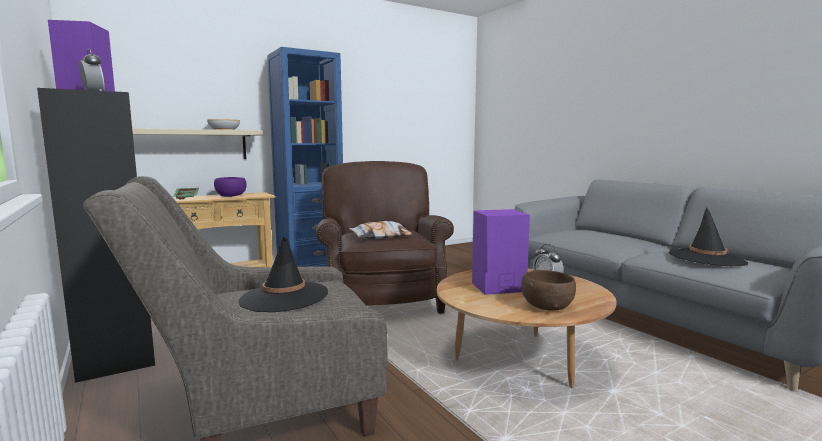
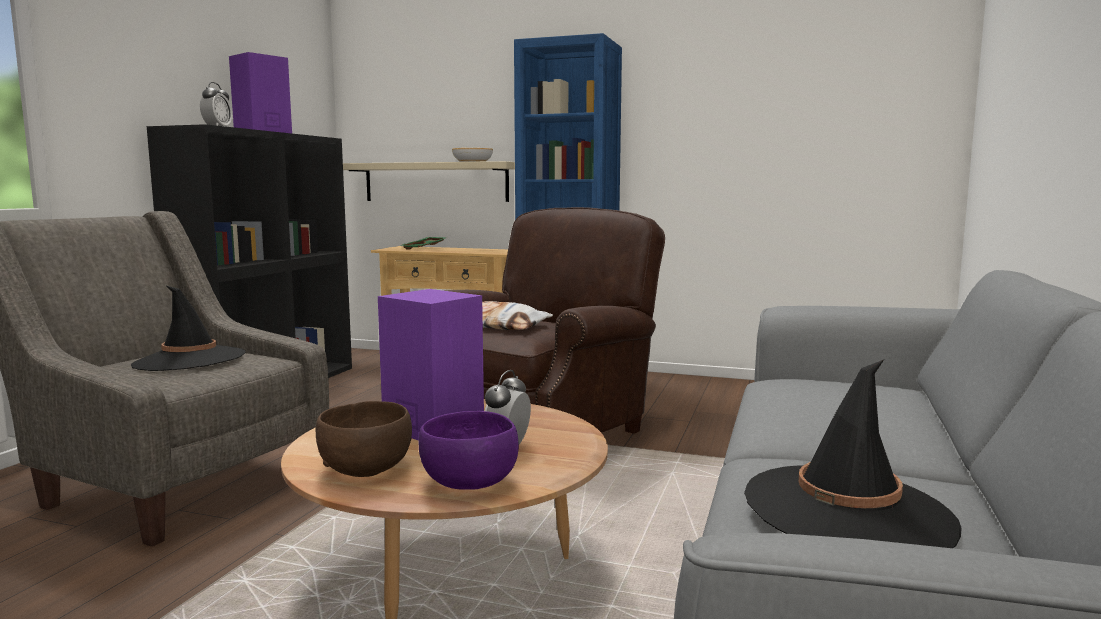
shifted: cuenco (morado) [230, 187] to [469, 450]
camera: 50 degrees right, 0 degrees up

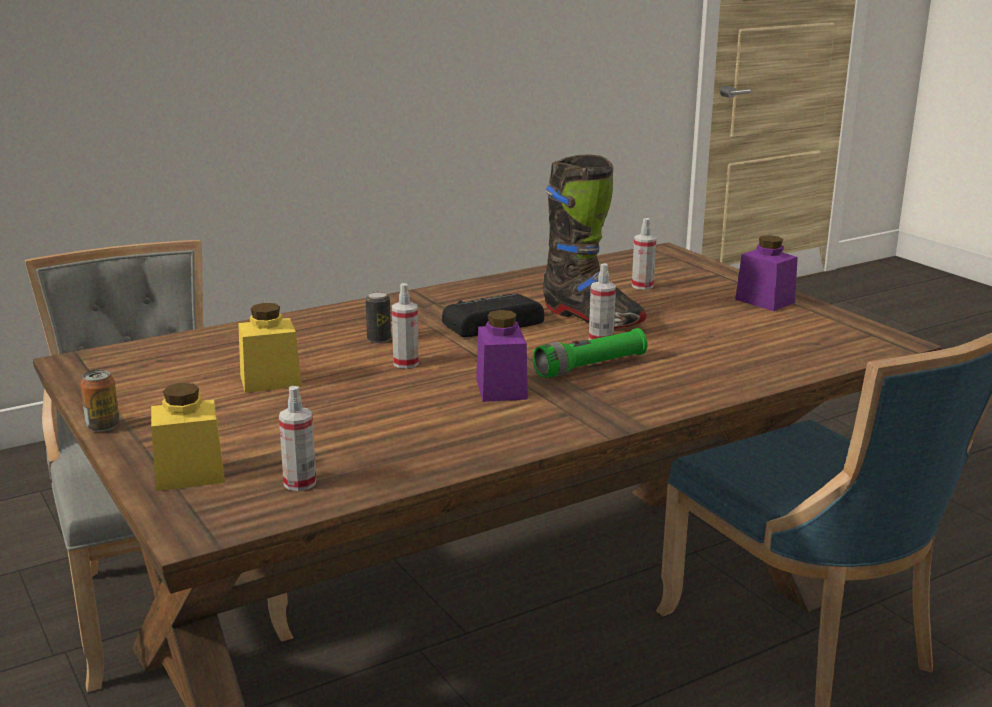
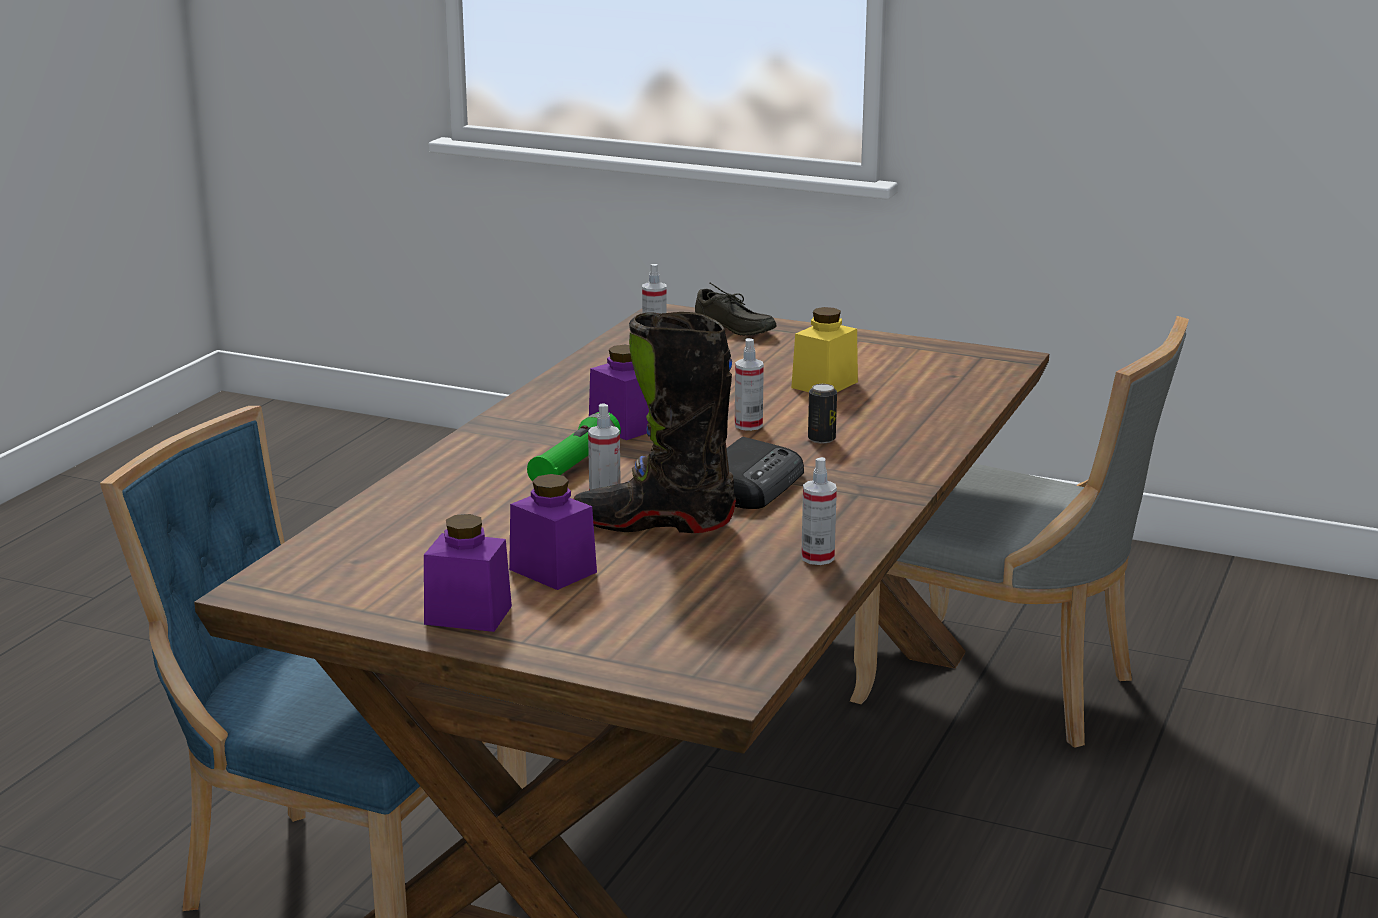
gone: lata [99, 401]
new: tarro (morado) [553, 532]
shifted: pulverizador [644, 254] to [819, 511]
swapped: tarro (amarillo) [188, 437] to zapato (gris) [736, 309]
camera: 145 degrees right, 0 degrees up

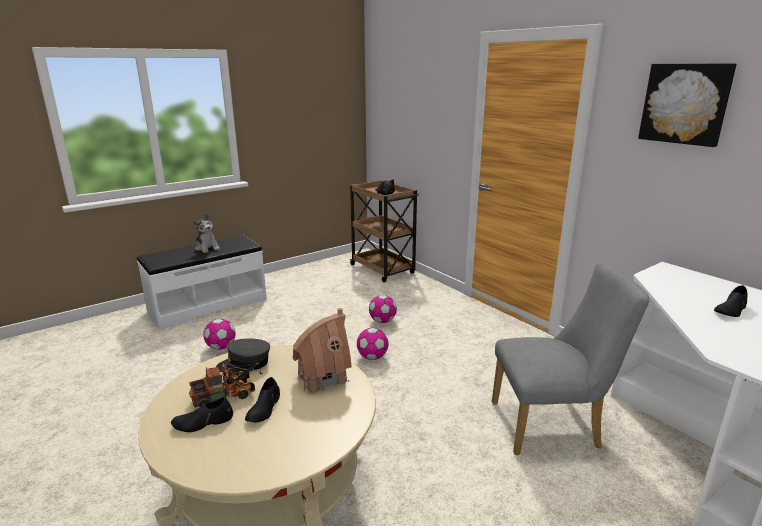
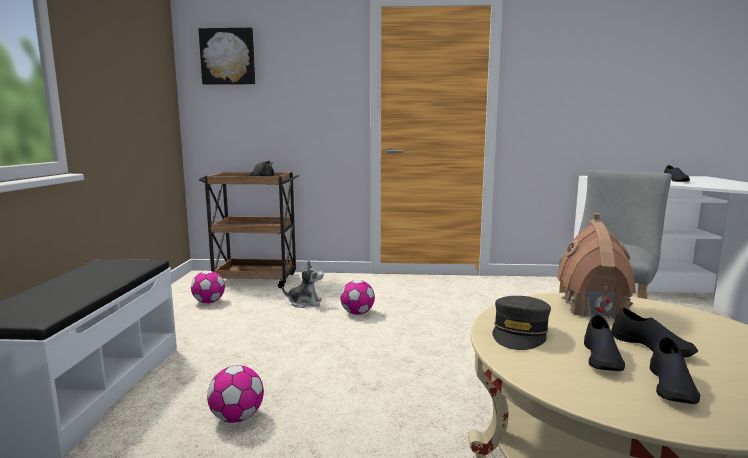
shifted: cuadro [687, 105] to [226, 56]; peluche [206, 233] to [302, 284]; balón de fútbol [372, 344] to [208, 287]
swapped: camión de juguete [225, 384] to zapato (negro) [604, 342]
camera: 50 degrees left, 10 degrees down

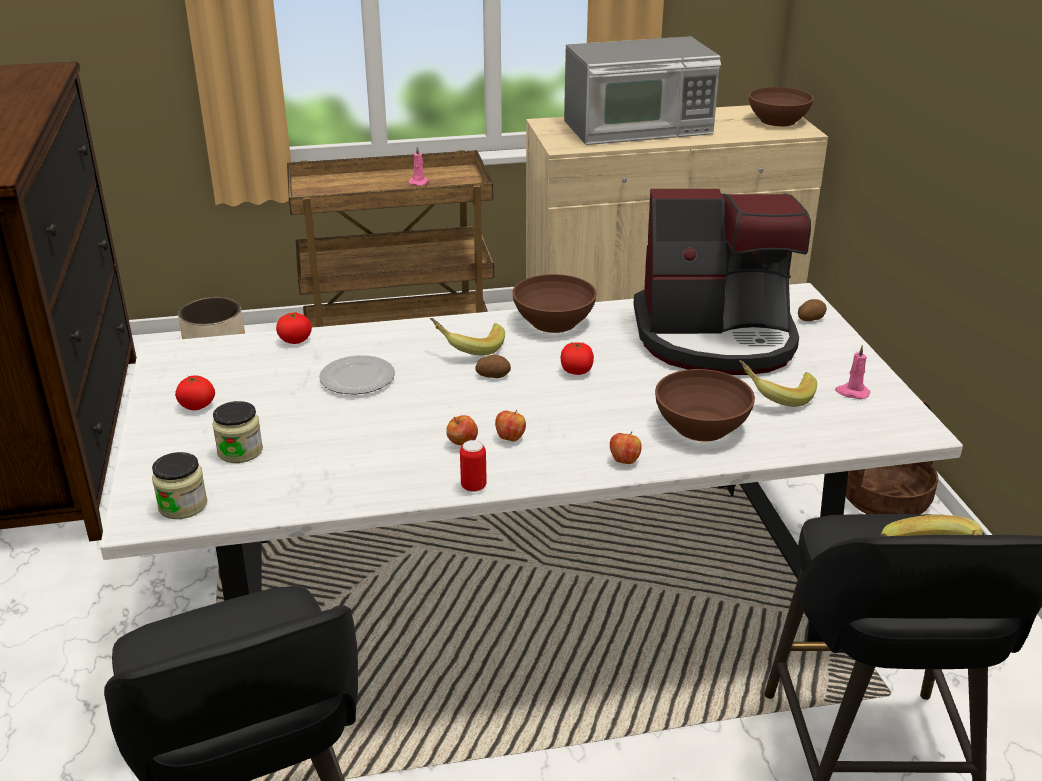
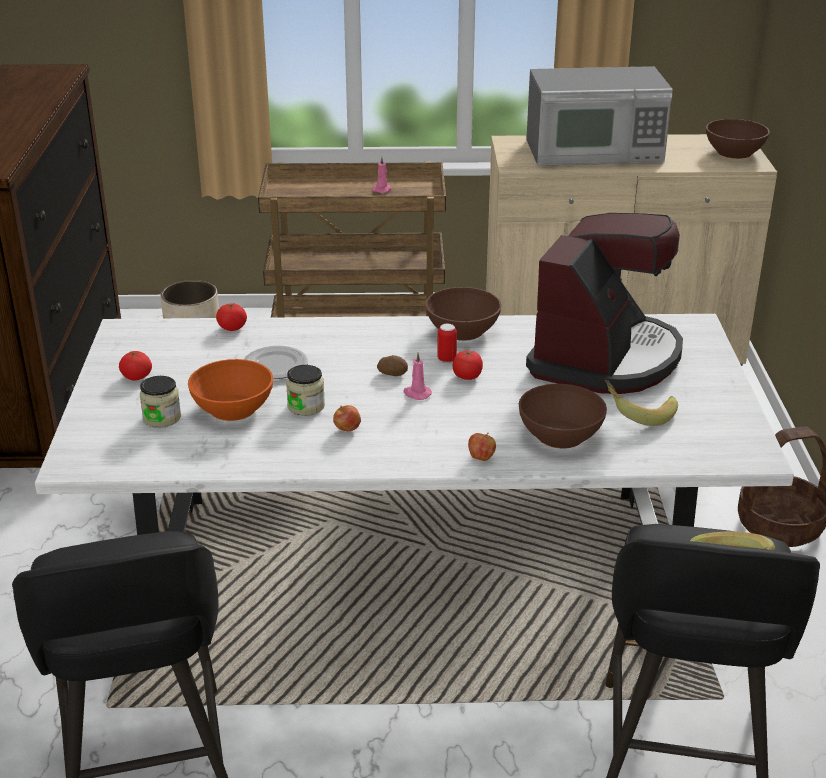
gone: patata [812, 310]; plátano [467, 336]; manzana [510, 425]
new: cuenco (naranja) [230, 390]
shifted: vela (rosa) [852, 372] to [417, 376]; lata [473, 466] to [447, 343]; tarro [180, 485] to [305, 390]
rotated: cafetera [722, 282] = [604, 303] 75 degrees counterclockwise
camera: 10 degrees right, 0 degrees up

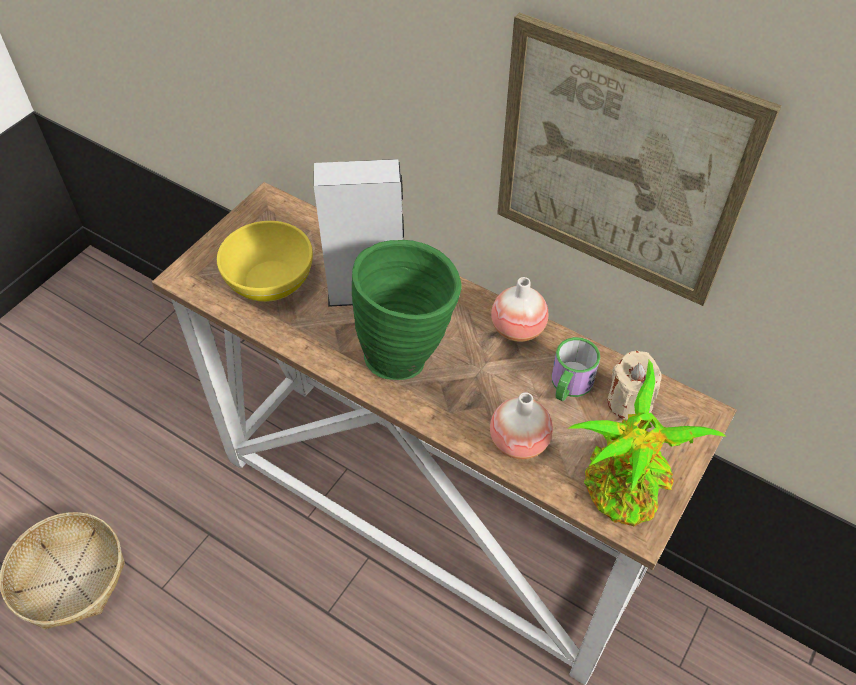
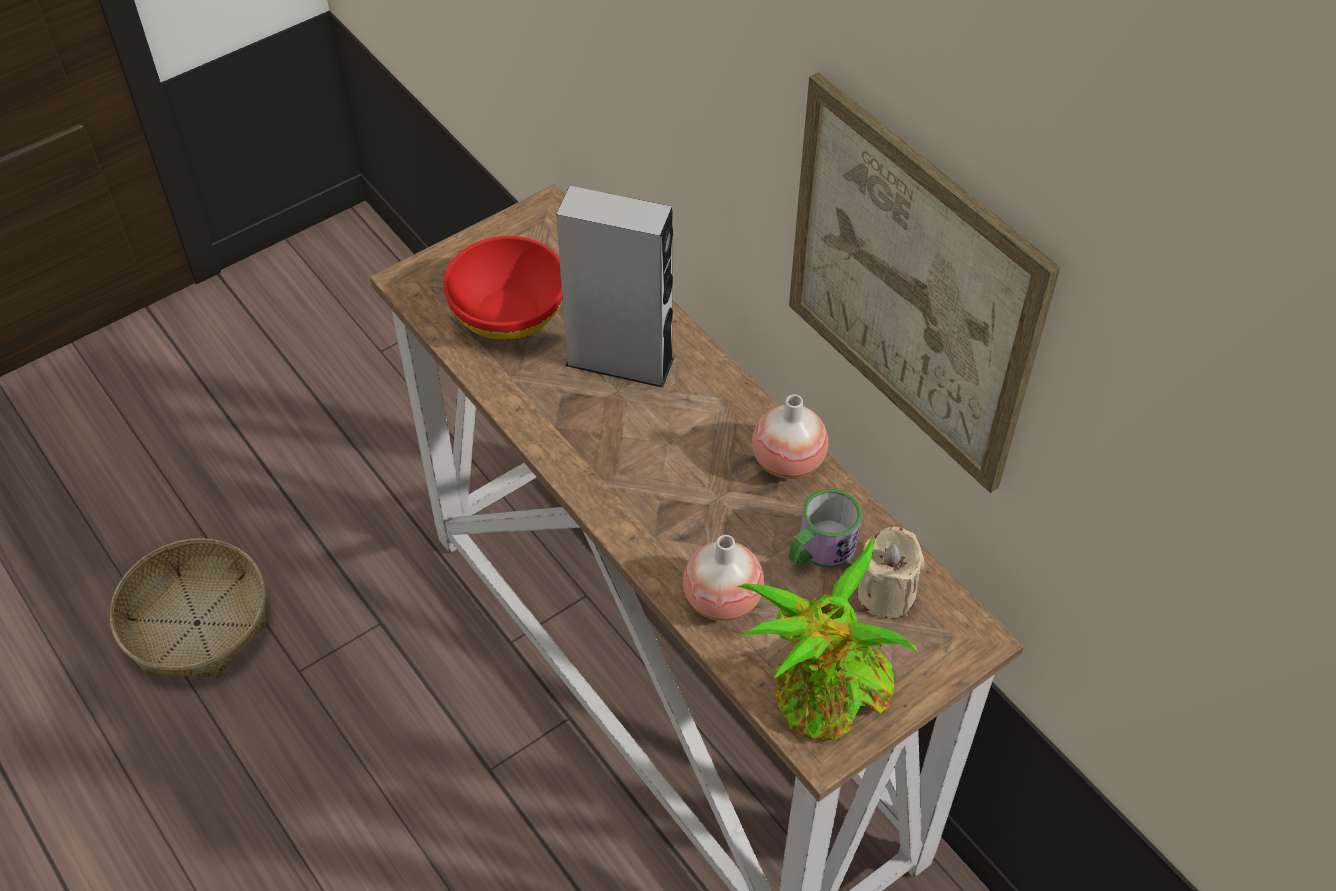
gone: florero (verde) [407, 310]
repainted: cuenco (amarillo) [265, 261] to cuenco (rojo) [503, 288]
camera: 20 degrees right, 0 degrees up

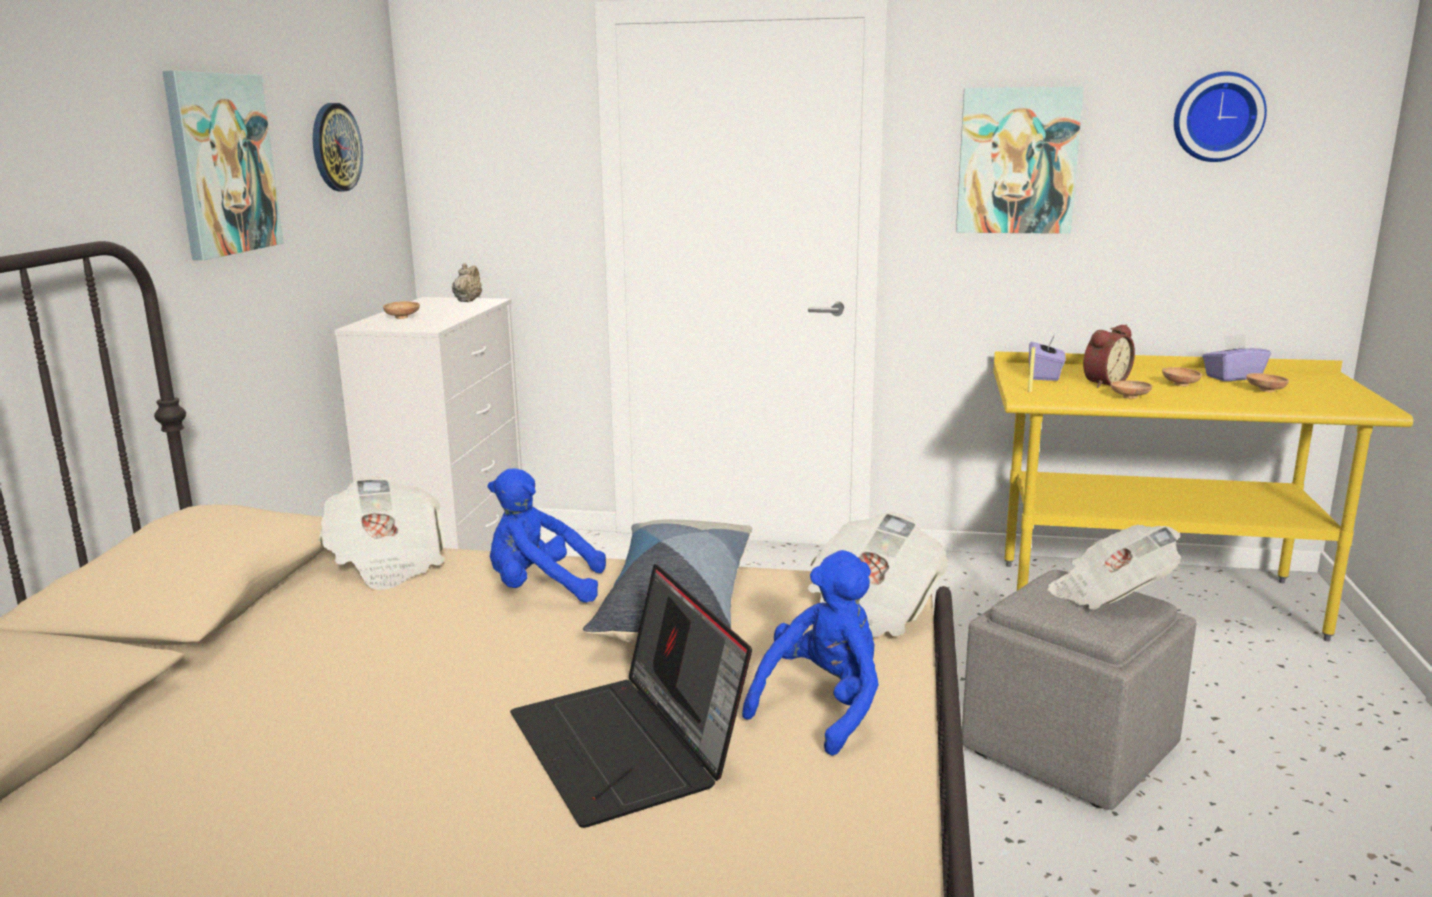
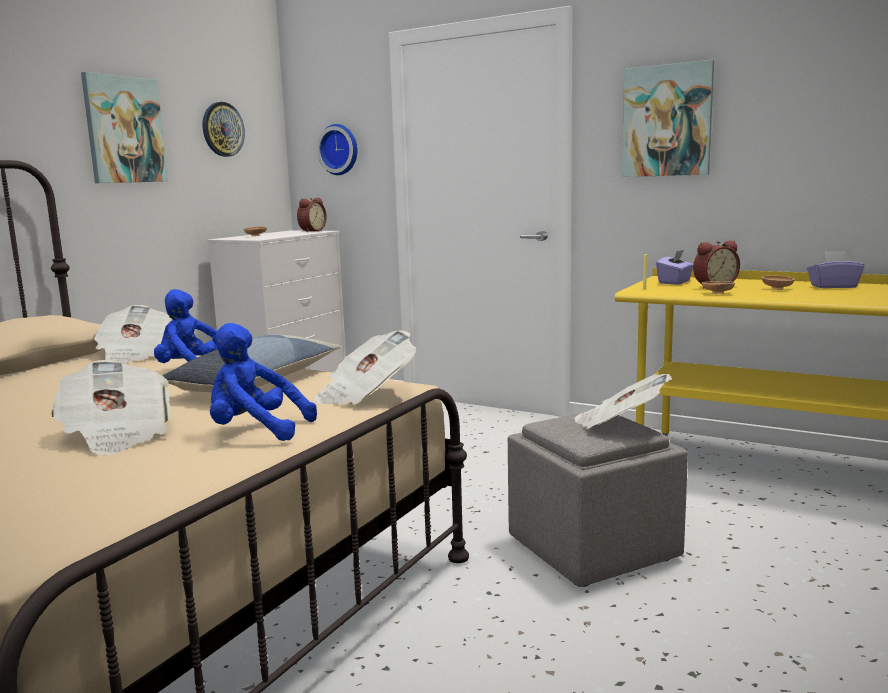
gone: cuenco (marrón) [1267, 382]
shifted: reloj de pared [1220, 117] to [337, 149]
swapped: tetera (beis) [467, 282] to despertador [312, 215]; portátil [631, 696] to periódico [110, 408]
rotated: peluche (azul) [810, 653] = [263, 382] 135 degrees counterclockwise
camera: 20 degrees right, 5 degrees down

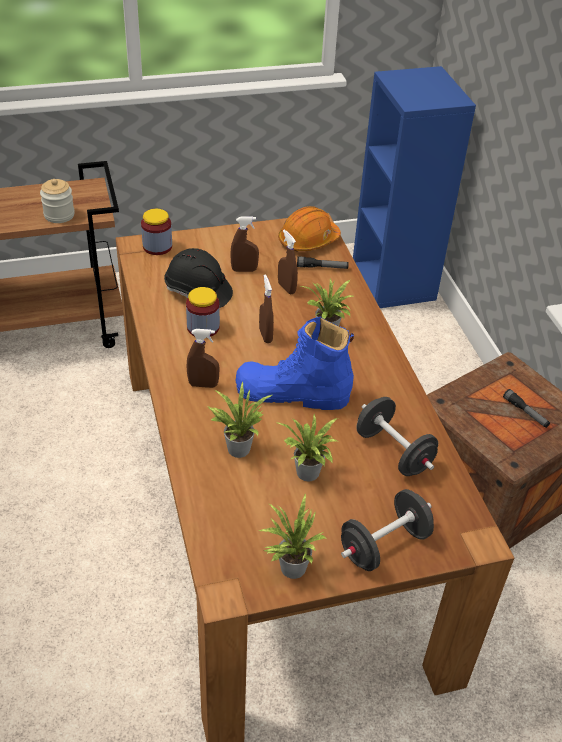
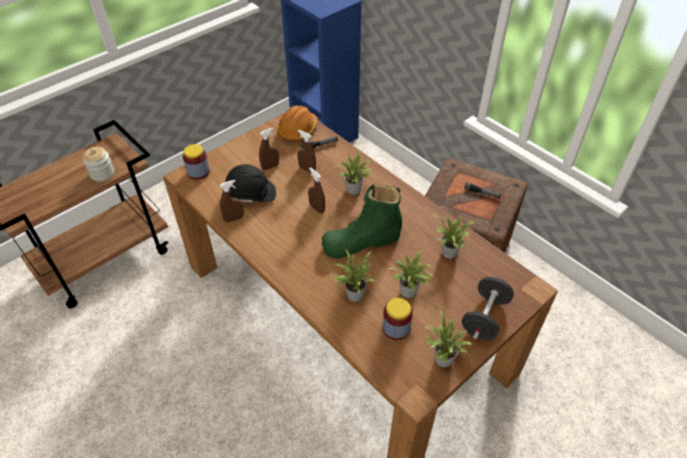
shifted: tarro [203, 312] to [397, 319]; pulverizador (marrón) [203, 358] to [232, 201]
swapped: mancuerna (negro) [397, 436] to planta en maceta [454, 236]
repainted: bota (azul) [294, 363] to bota (verde) [362, 221]
camera: 25 degrees left, 5 degrees up

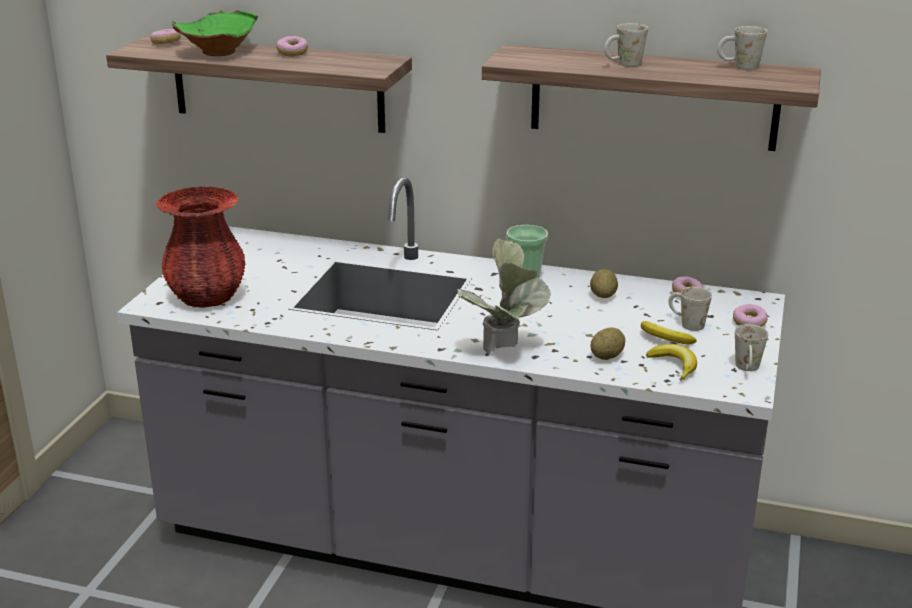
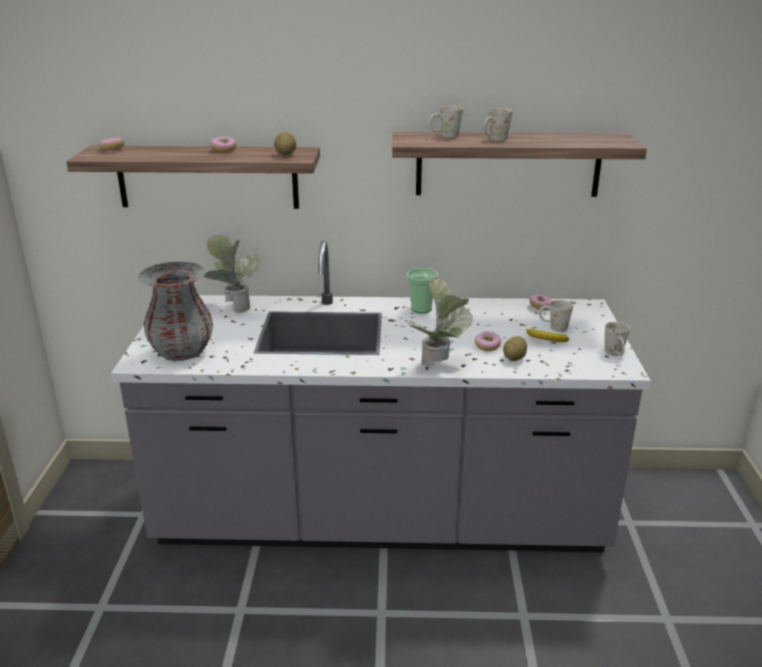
gone: cuenco (verde) [215, 33]; plátano [671, 362]
new: planta en maceta [233, 273]
shifted: taza grande (blanco) [742, 48] to [446, 122]; patata [604, 283] to [285, 143]; rosquilla [750, 315] to [488, 341]
repainted: florero (rojo) [200, 247] to florero (gris) [175, 311]
camera: 15 degrees left, 0 degrees up

